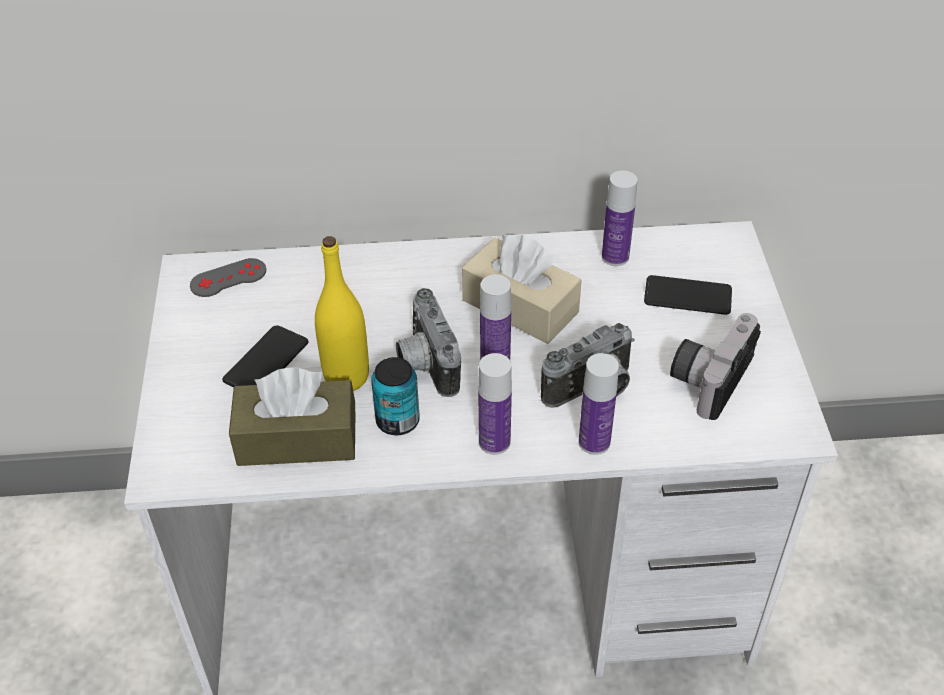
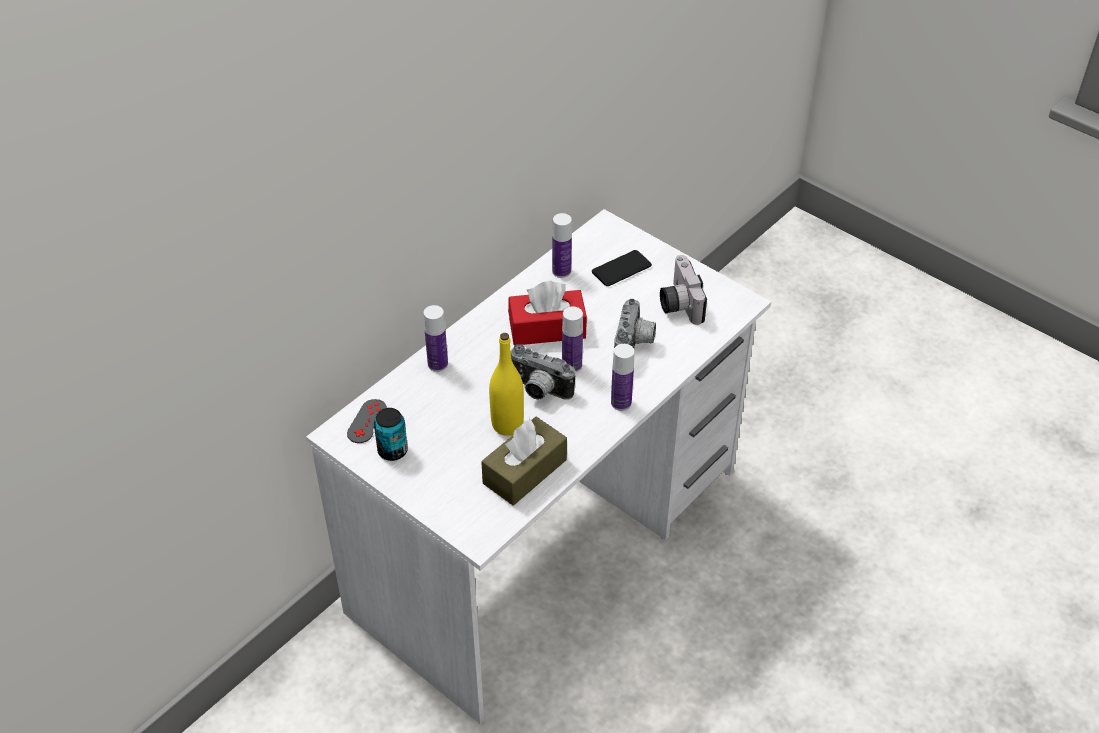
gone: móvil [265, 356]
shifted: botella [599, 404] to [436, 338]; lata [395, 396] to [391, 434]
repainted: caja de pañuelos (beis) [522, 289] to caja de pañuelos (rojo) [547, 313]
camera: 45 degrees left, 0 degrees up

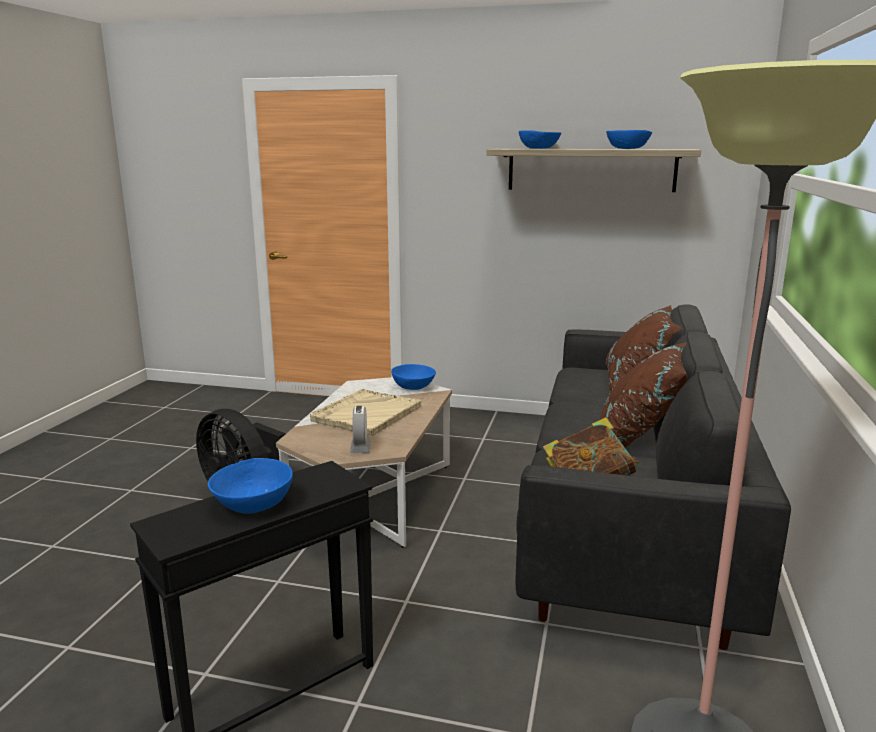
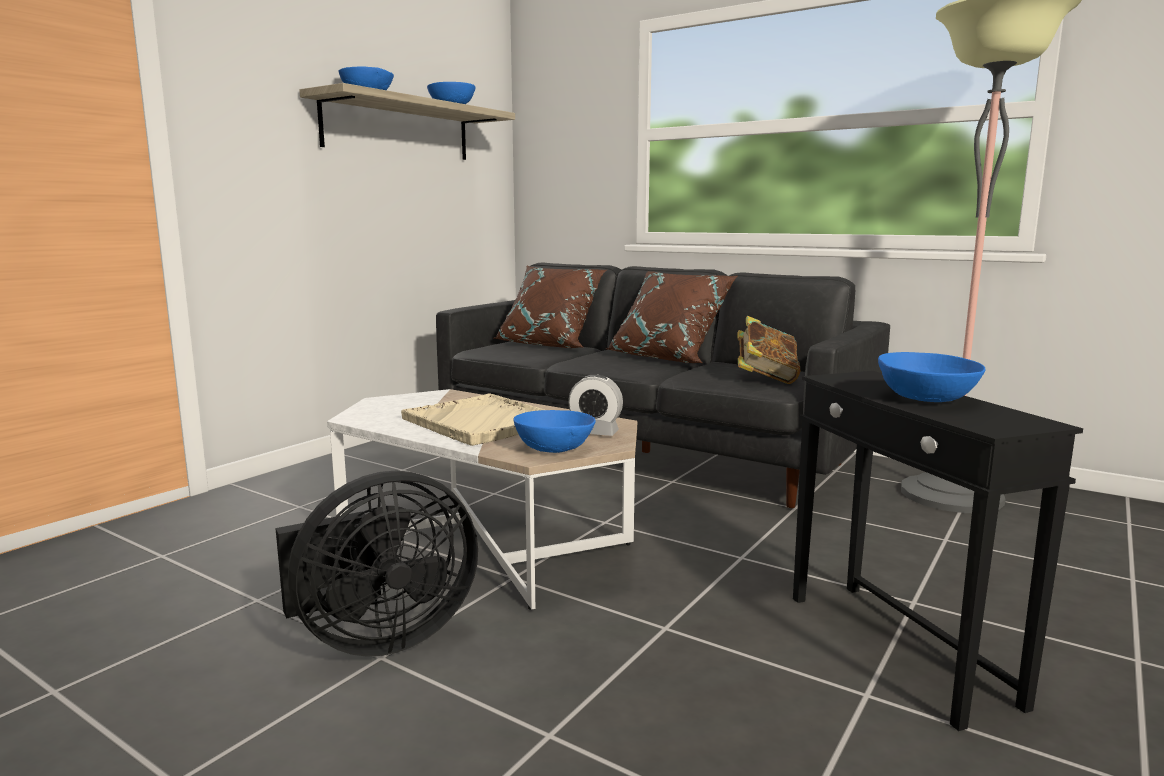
shifted: cuenco (azul) [413, 377] to [555, 431]
camera: 70 degrees left, 5 degrees down

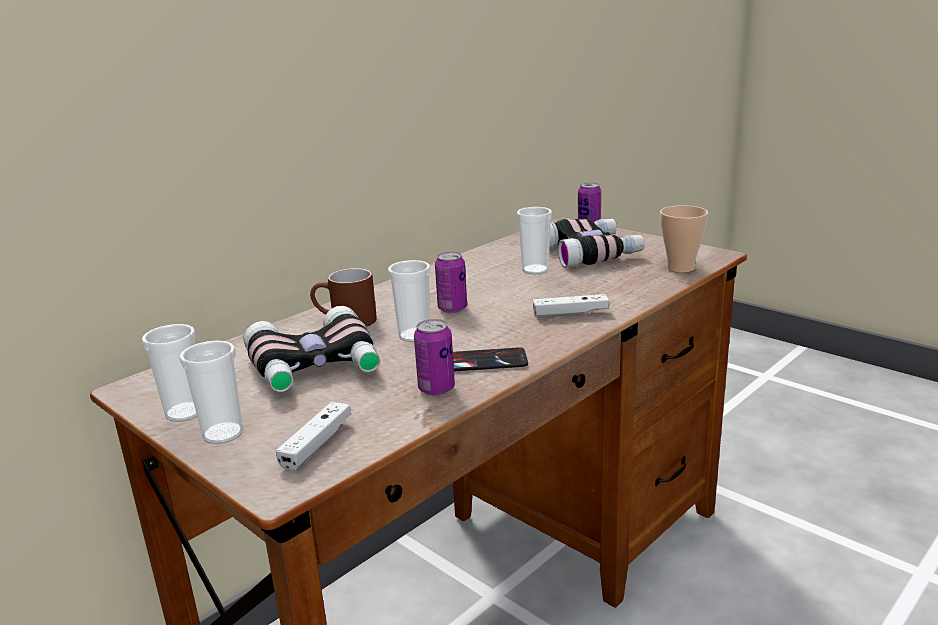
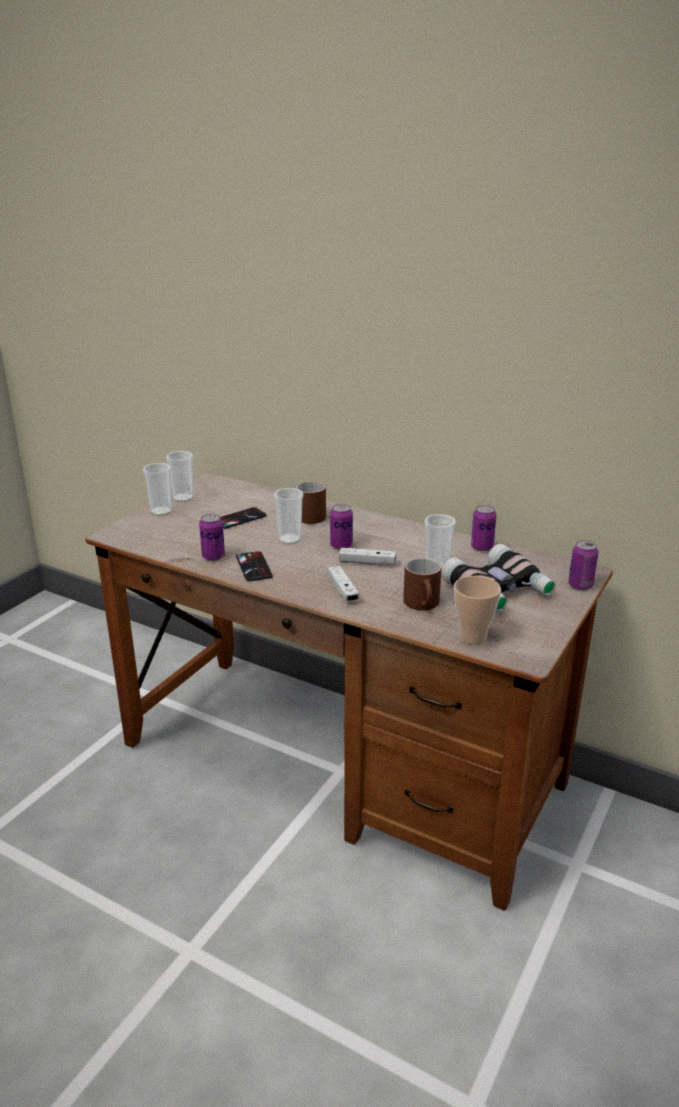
new: lata [483, 528]; taza grande (marrón) [422, 584]
shifted: mando de consola (blanco) [313, 436] to [367, 556]
swapped: prismáticos [311, 349] to móvil [243, 518]
camera: 75 degrees right, 5 degrees up

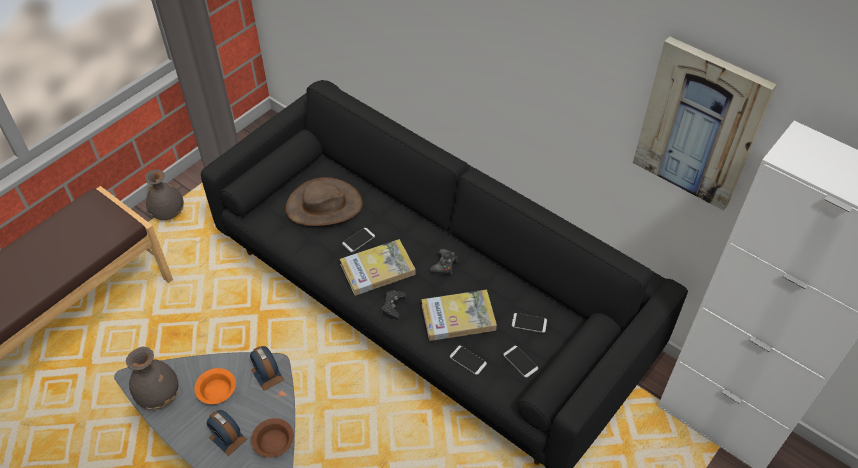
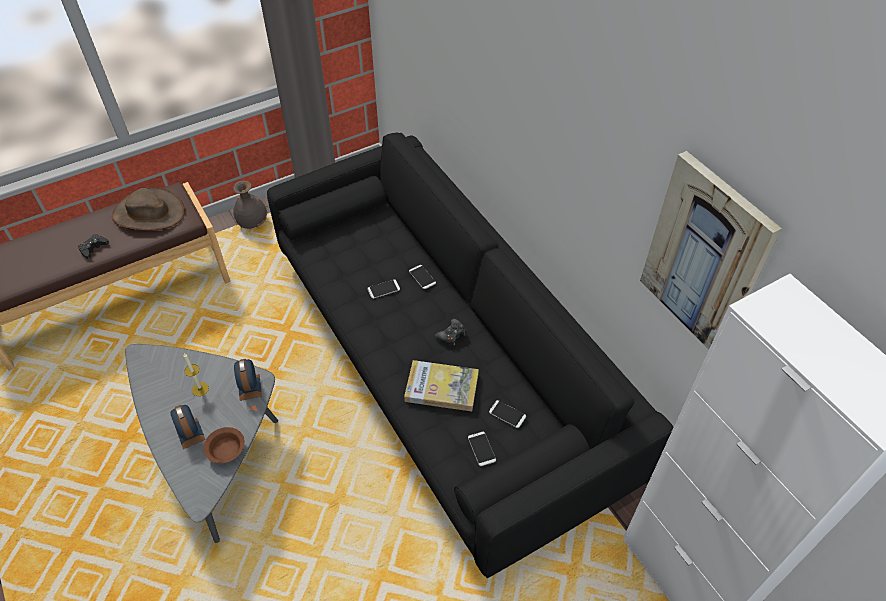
gone: libro [378, 267]; florero (gris) [152, 378]
shifted: sombrero (marrón) [324, 201] to [148, 209]; mando de consola (negro) [393, 305] to [93, 246]; móvil [468, 360] to [422, 277]
swapped: cuenco (naranja) [215, 386] to vela [196, 374]
camera: 20 degrees right, 0 degrees up

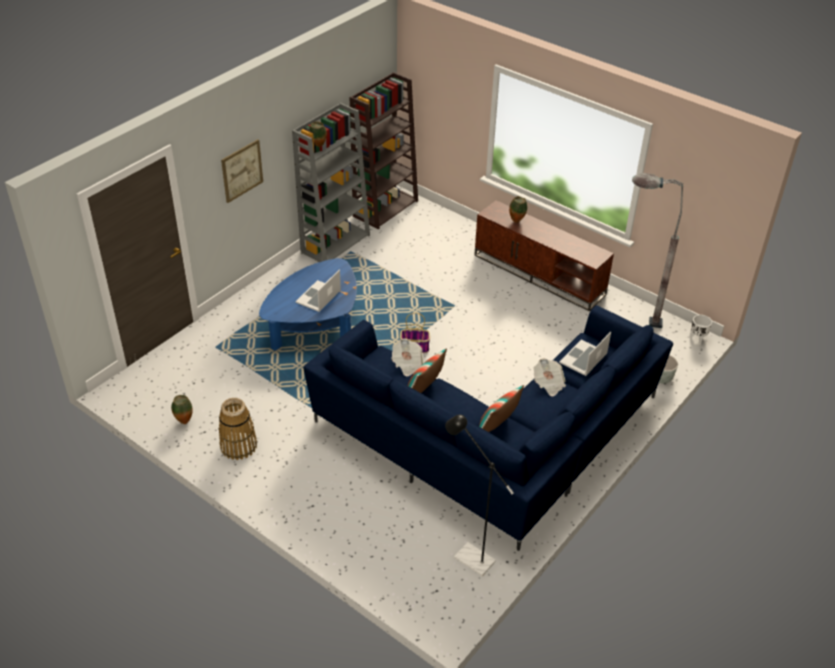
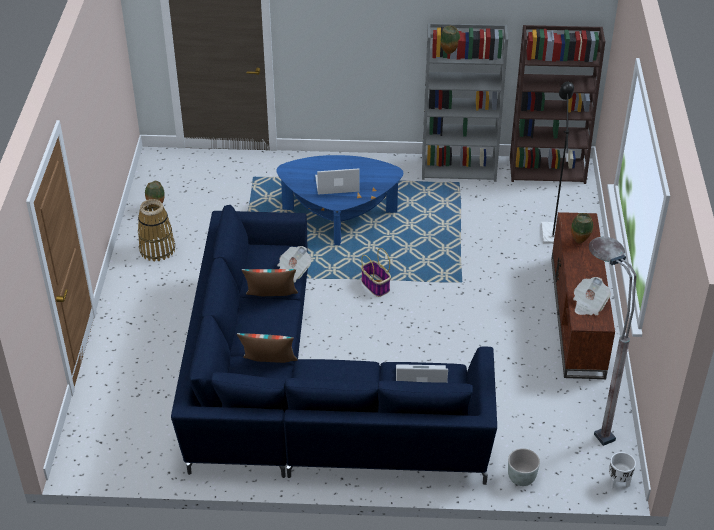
gone: cuadro [242, 171]
shifted: periódico [549, 377] to [591, 296]; lámpara de pie (negro) [479, 495] to [557, 163]
camera: 55 degrees right, 0 degrees up

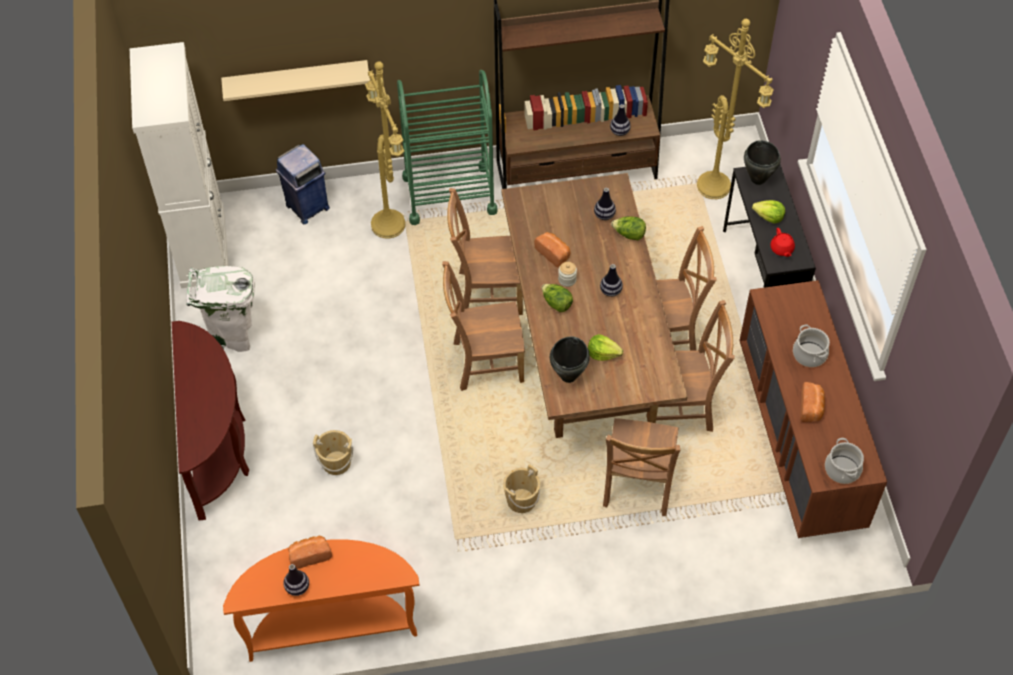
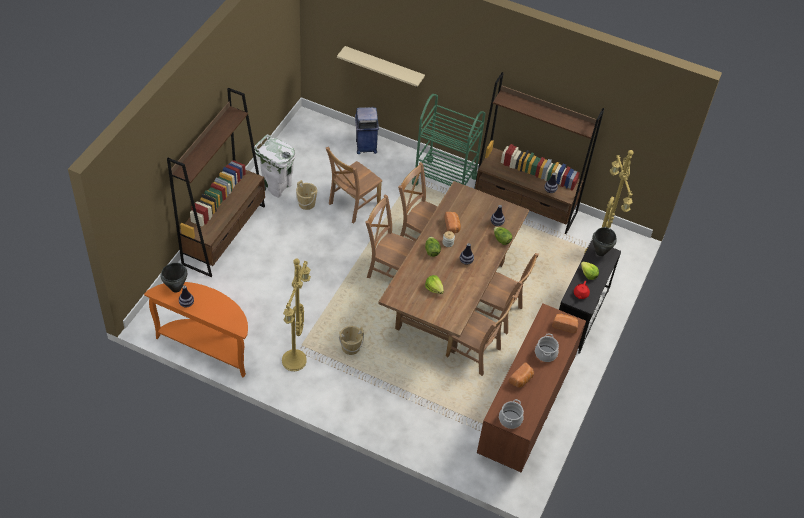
gone: armario (blanco) [179, 165]
shifted: lámpara de pie (amarillo) [385, 150] to [296, 315]; olla (negro) [570, 359] to [174, 278]; silla (marrón) [641, 467] to [354, 185]; cubo (beis) [333, 452] to [306, 195]; pan [310, 552] to [565, 323]
swapped: mesa consola (marrón) [210, 421] to estantería (marrón) [216, 182]
camera: 30 degrees right, 5 degrees down

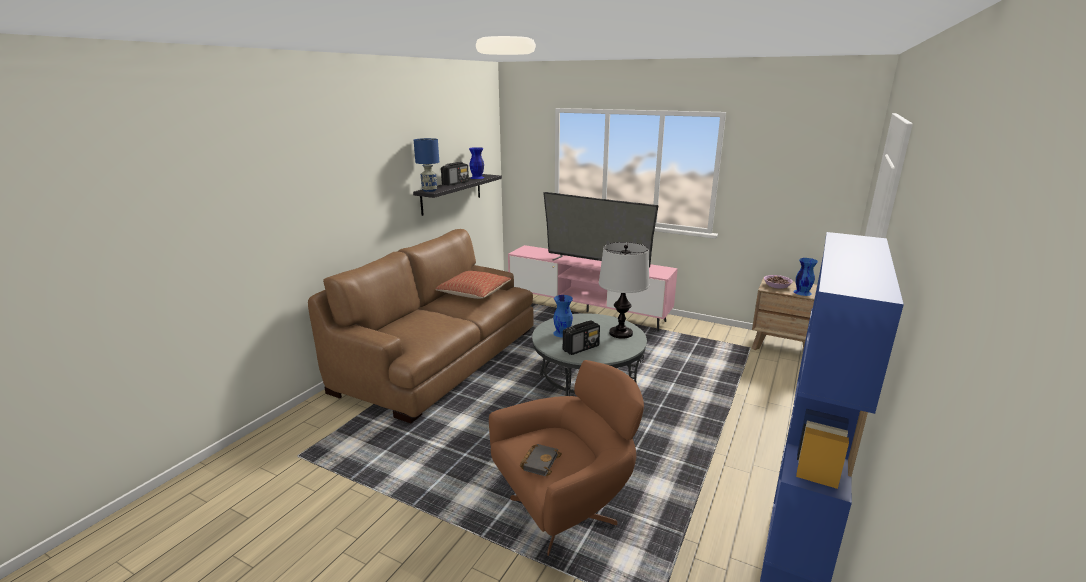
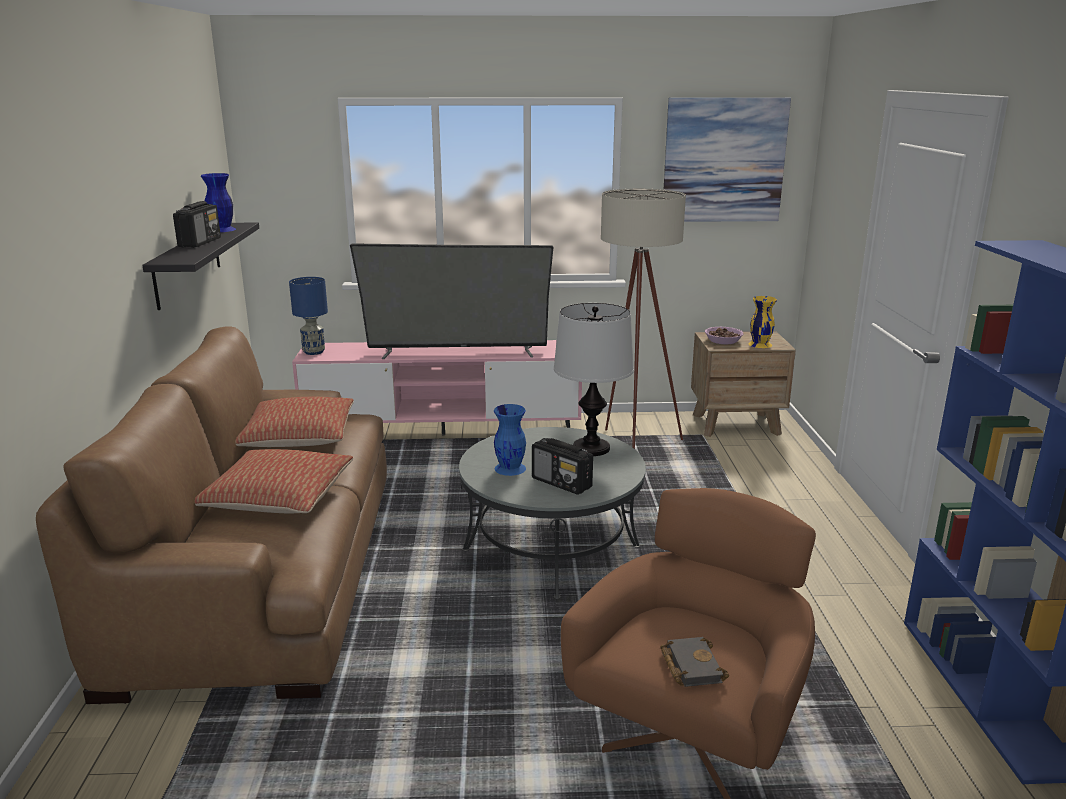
new: cuadro [727, 159]; lámpara de pie (beis) [643, 319]; cojín [274, 481]
shifted: lámpara de mesa (azul) [426, 165] to [308, 316]
repainted: florero (azul) [805, 277] to florero (amarillo) [762, 322]
rotated: radio [581, 337] = [562, 466] 105 degrees clockwise
camera: 30 degrees left, 0 degrees up

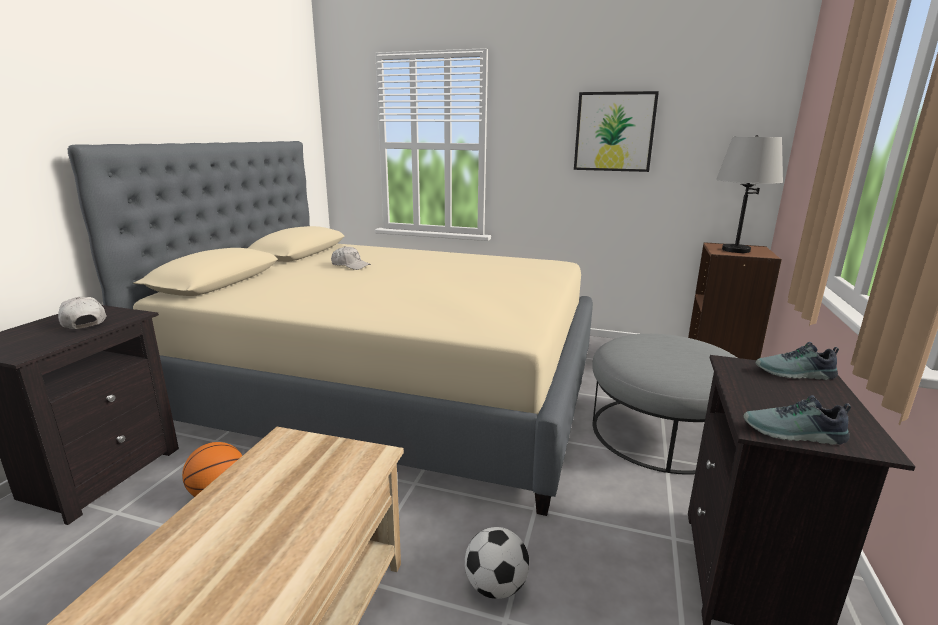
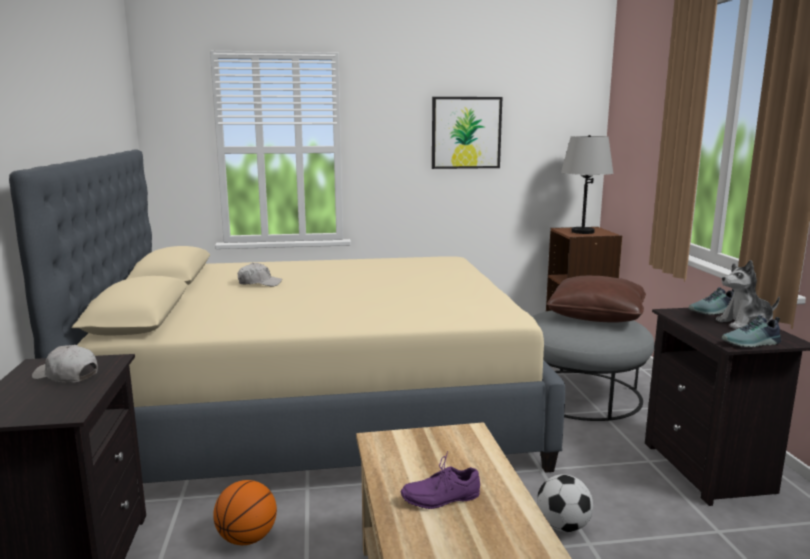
new: peluche [748, 294]; cojín (marrón) [596, 299]; zapato (morado) [440, 480]
camera: 25 degrees left, 5 degrees down

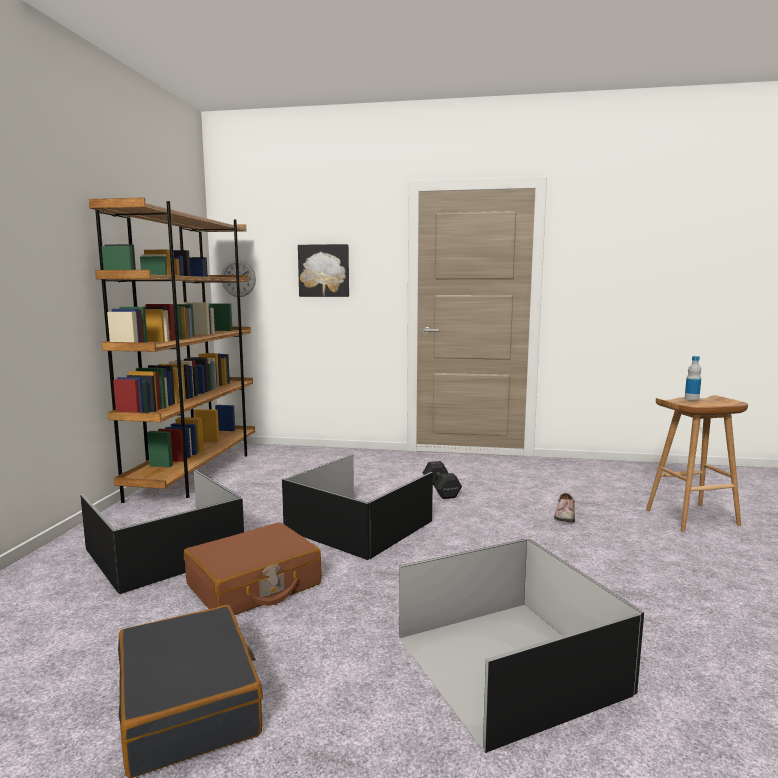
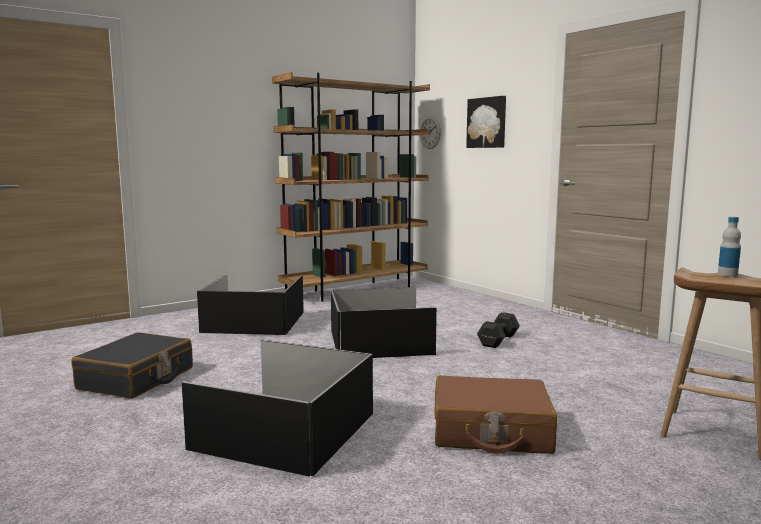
gone: zapato [564, 508]
shifted: maleta (marrón) [253, 568] to [496, 414]
camera: 45 degrees right, 0 degrees up

